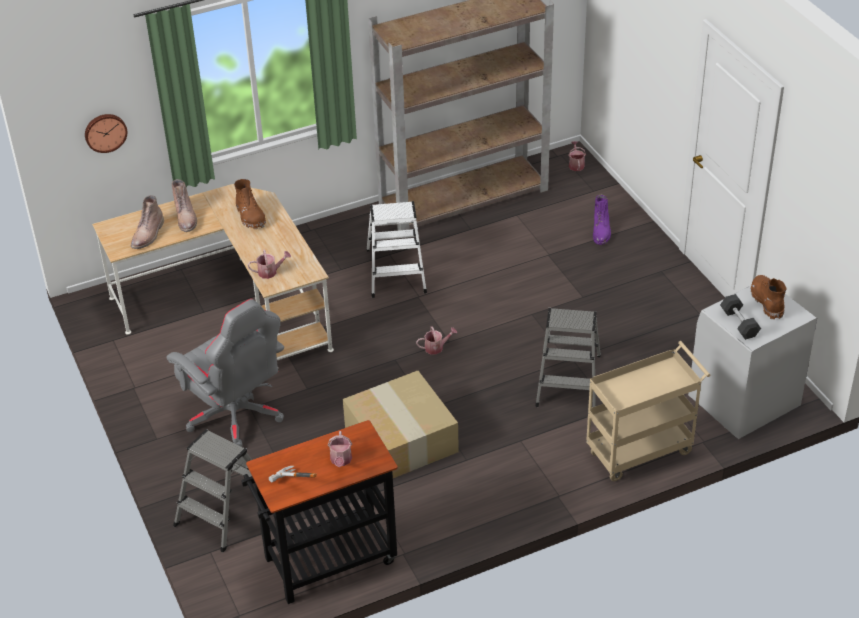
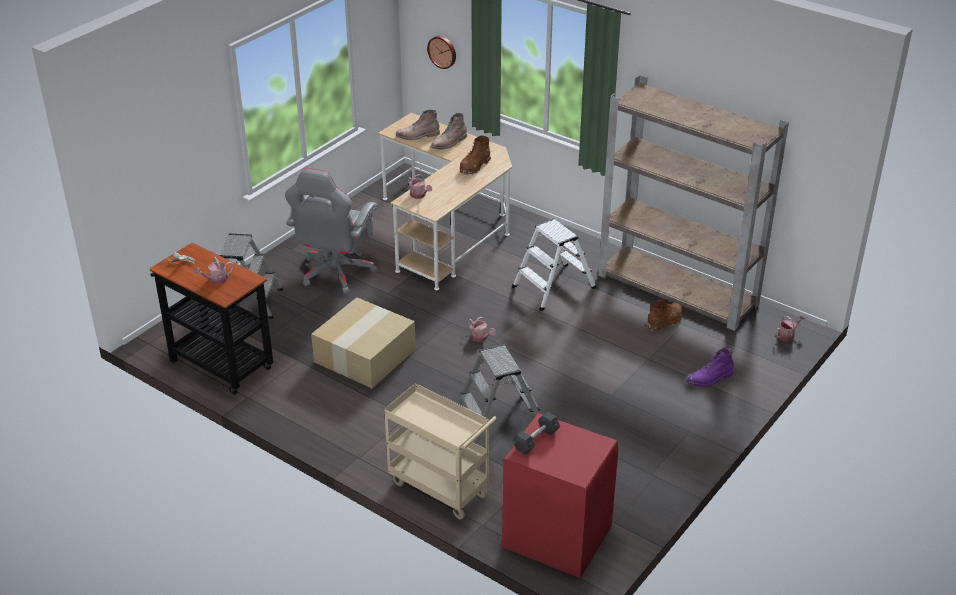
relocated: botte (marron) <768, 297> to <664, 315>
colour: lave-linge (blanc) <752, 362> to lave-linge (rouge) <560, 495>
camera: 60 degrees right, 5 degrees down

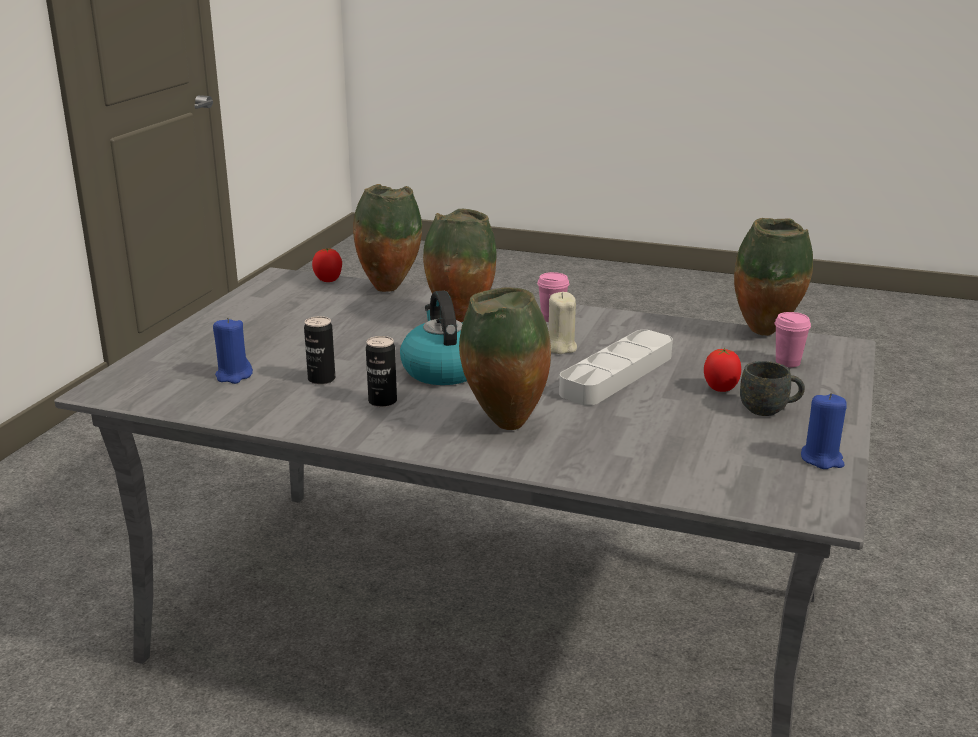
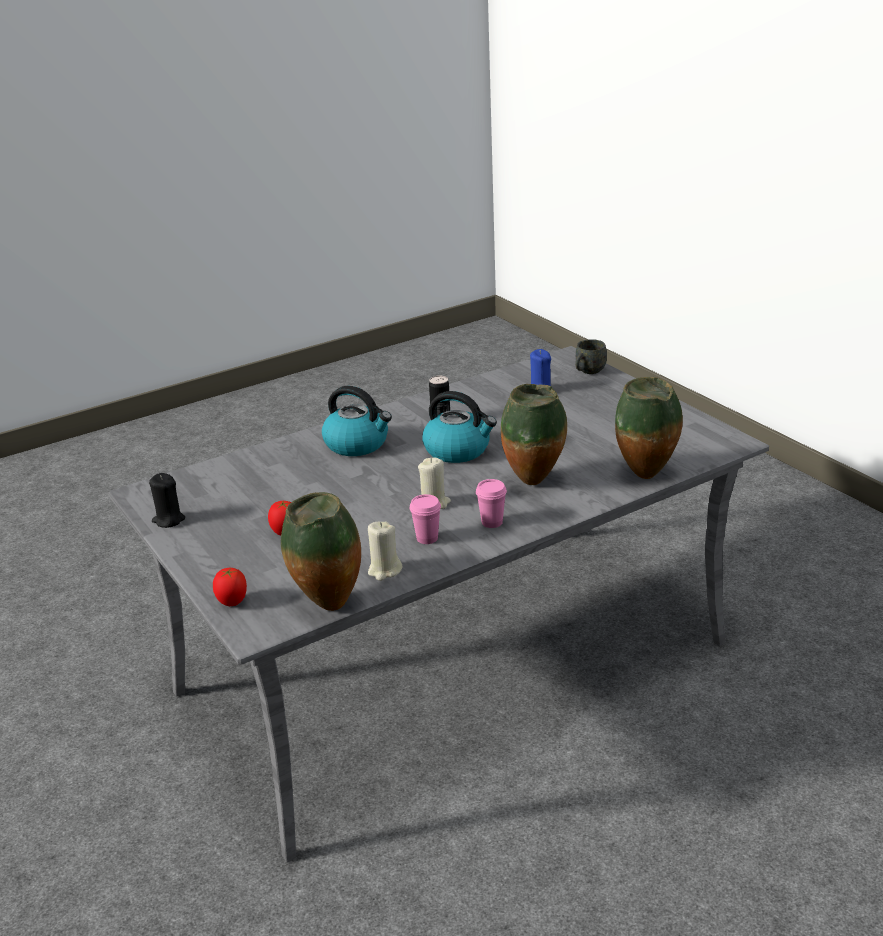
missing: boîte métallique <319, 350>; plateau (gris) <616, 367>
appeared: bougie (beige) <385, 551>
relocated: tomate <327, 265> to <230, 587>; mug (gris) <772, 388> to <591, 356>; tasse (rose) <793, 339> to <425, 519>
exchanged: vase <505, 359> to bouilloire <357, 421>
colour: bougie (bleu) <824, 431> to bougie (noir) <167, 500>
camera: 130 degrees right, 5 degrees up

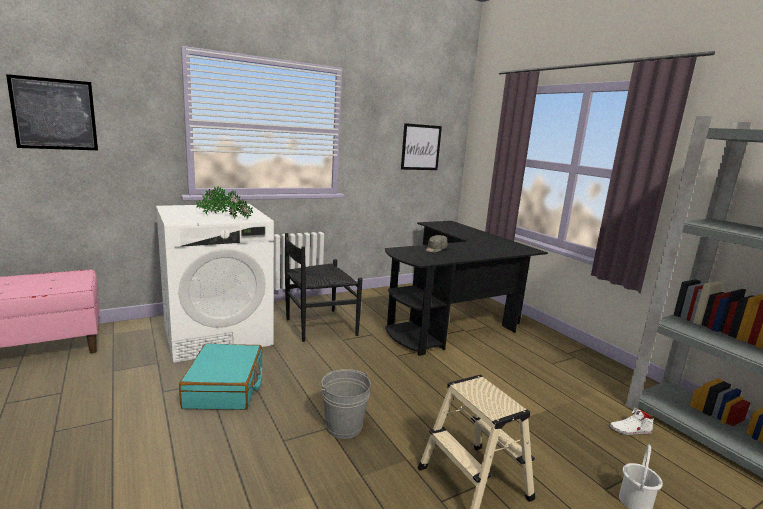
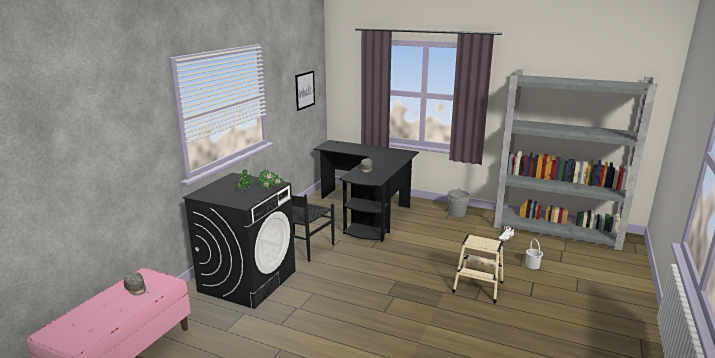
missing: tableau <52, 112>; valise (turquoise) <220, 376>
appeared: casquette (gris) <135, 284>
relocated: seau (gris) <346, 404> to <459, 202>
colour: lave-linge (blanc) <215, 283> to lave-linge (noir) <239, 241>
camera: 35 degrees left, 5 degrees up

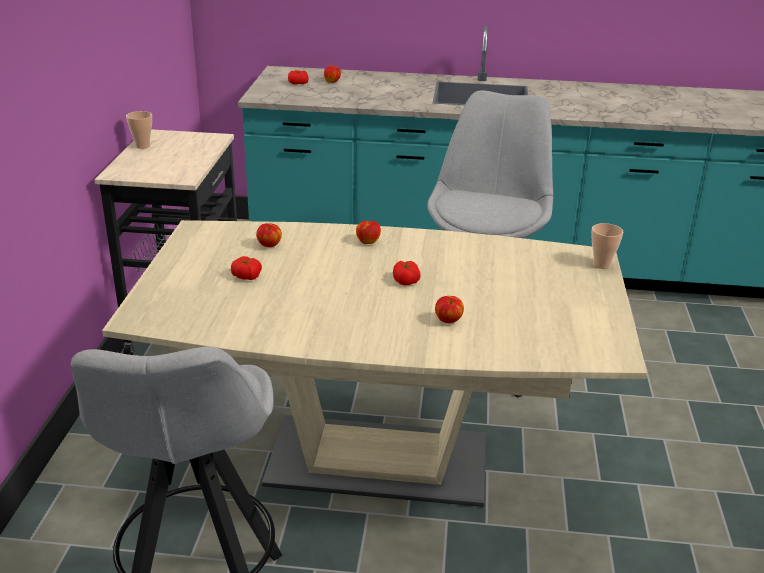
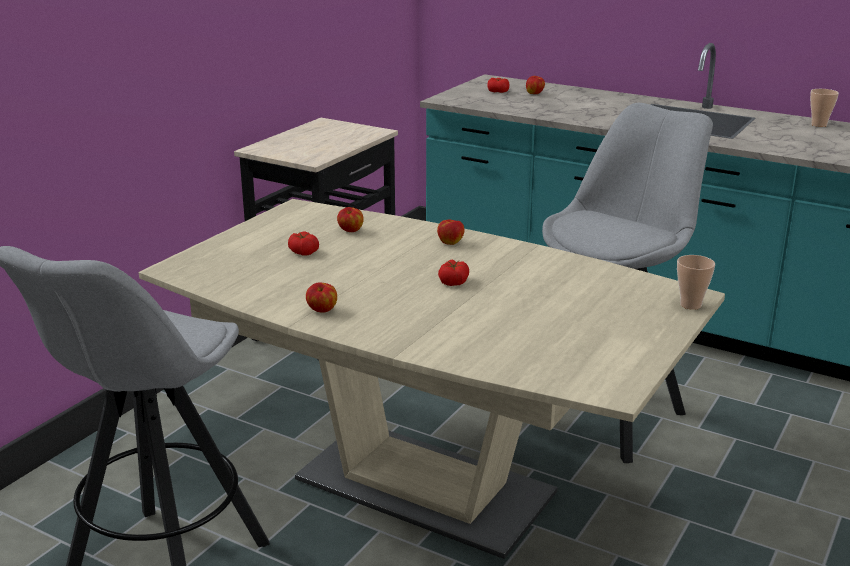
relocated: tasse <139, 130> to <824, 108>; pomme <449, 309> to <321, 298>
camera: 25 degrees right, 5 degrees down

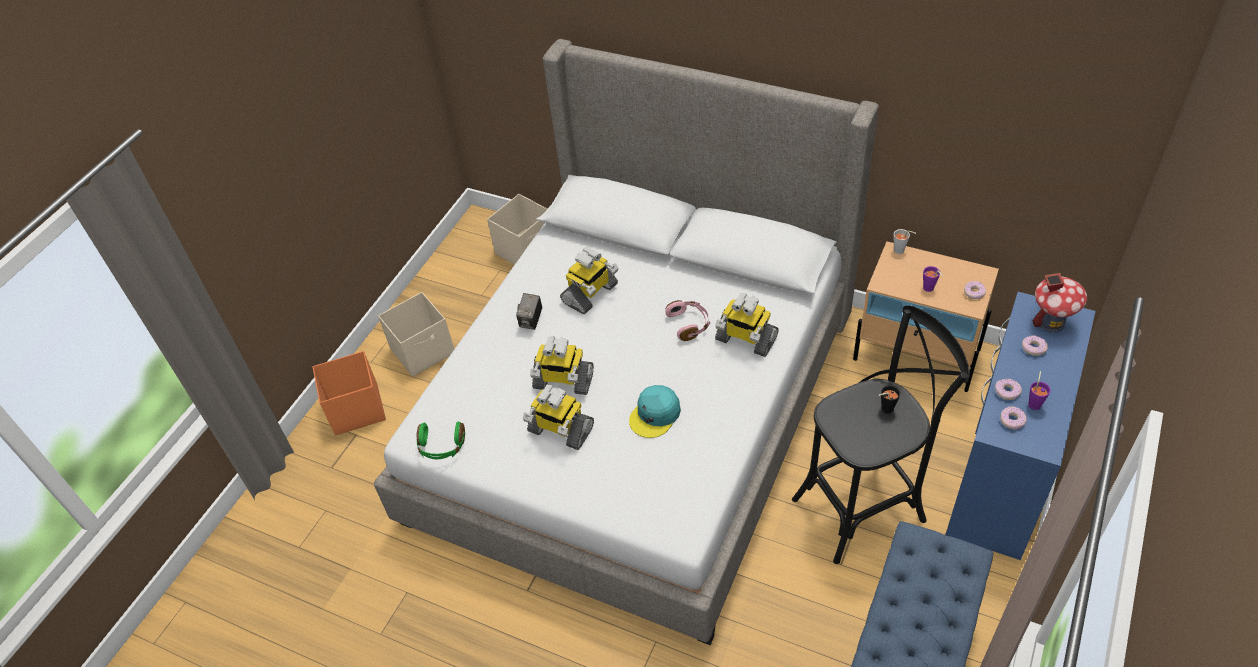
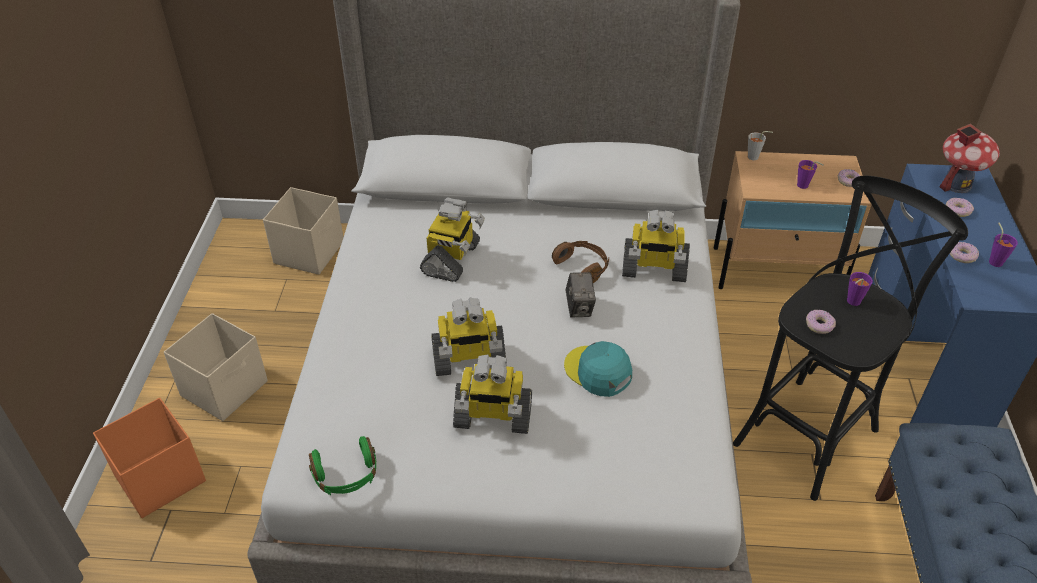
relocated: appareil photo <529, 311> to <580, 295>; beignet <1013, 417> to <821, 322>
colour: casque audio (rose) <687, 320> to casque audio (marron) <580, 262>; tasse (noir) <889, 399> to tasse (violet) <860, 289>
spun: casquette (turquoise) <655, 411> = <598, 369> 120 degrees clockwise
camera: 25 degrees left, 5 degrees down

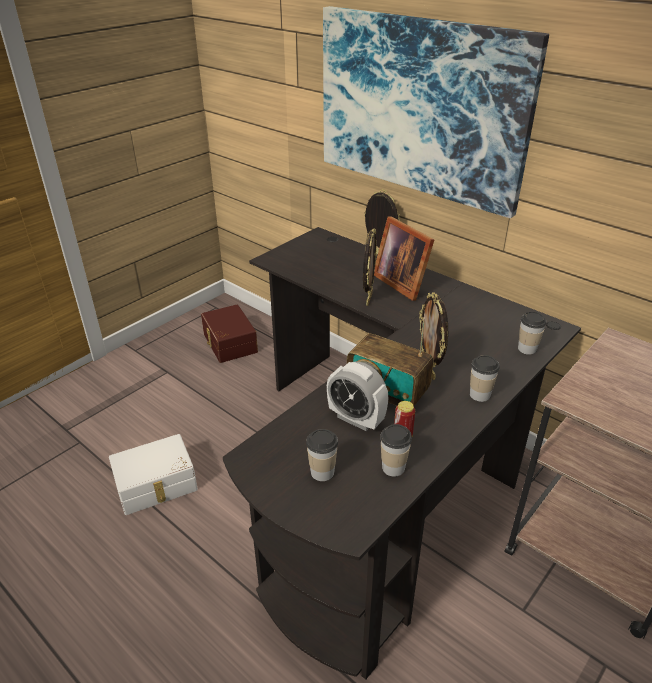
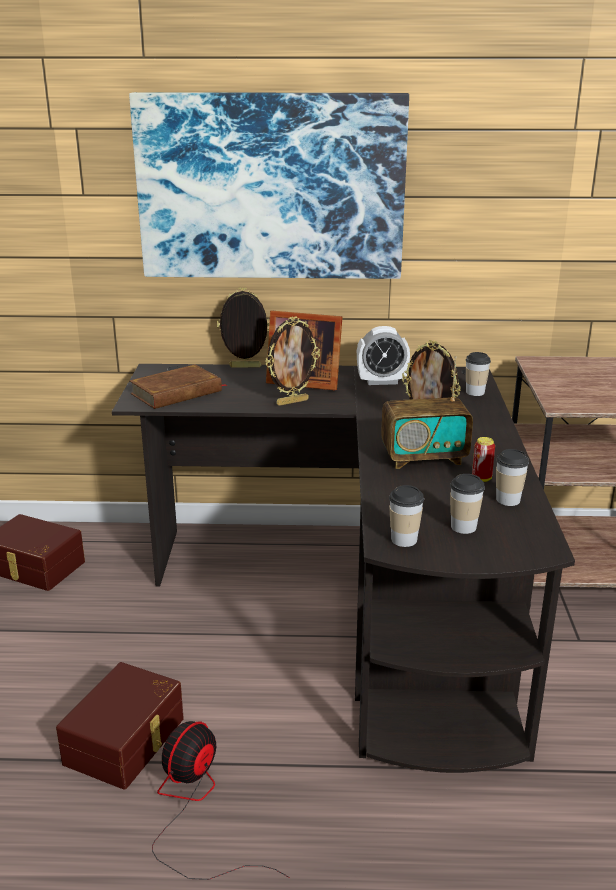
appeared: livre (marron) <178, 386>; ventilateur <220, 800>
relocated: réveil <358, 396> to <383, 355>; tasse <485, 378> to <406, 516>
colour: boîte de rangement (blanc) <153, 474> to boîte de rangement (marron) <120, 726>
spun: cadre photo <370, 267> = <292, 361> 90 degrees clockwise
camera: 40 degrees left, 10 degrees down

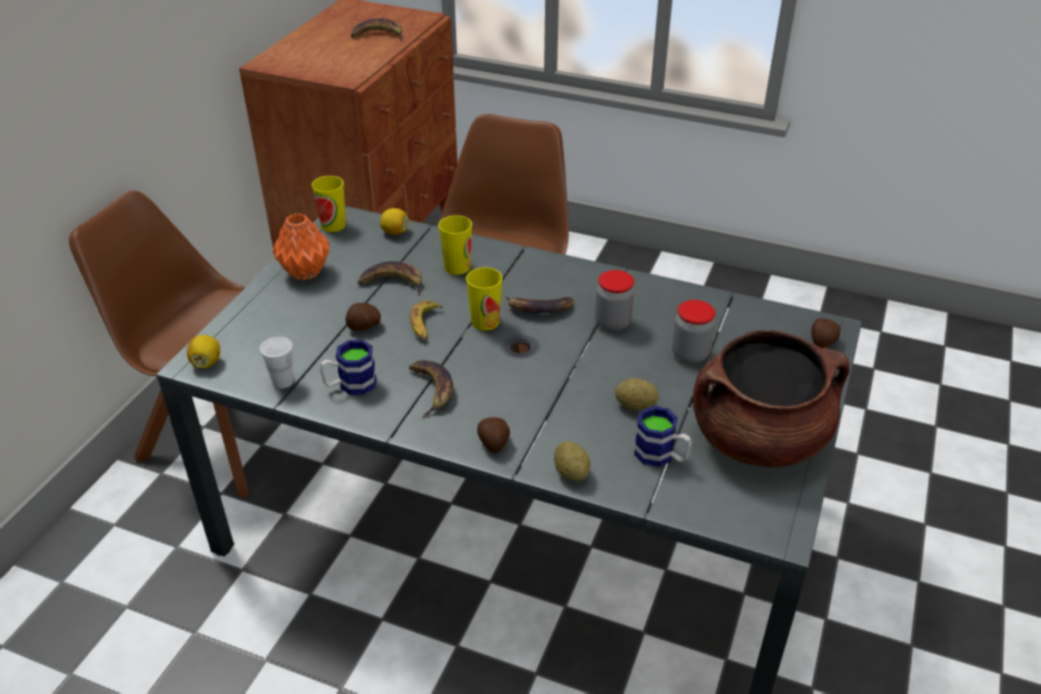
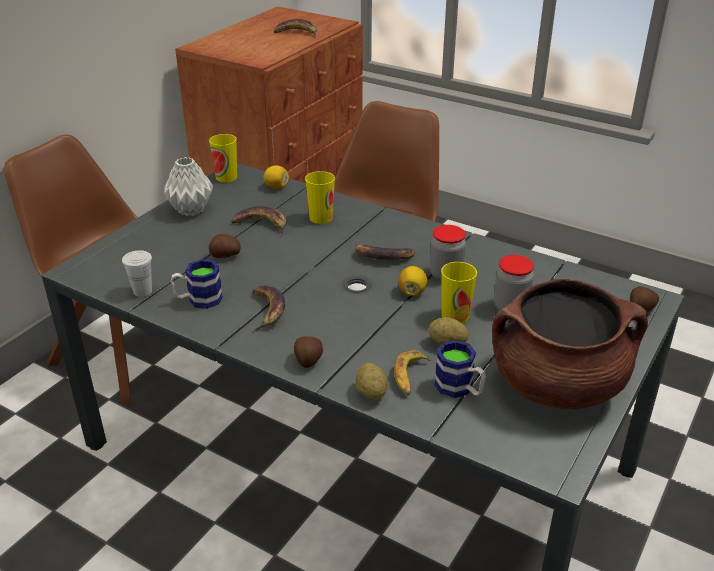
relocated: citron <203, 351> to <412, 281>; banane <426, 320> to <412, 372>; tasse <484, 299> to <459, 292>
colour: vase (orange) <301, 247> to vase (gris) <188, 186>
camera: 10 degrees right, 5 degrees down

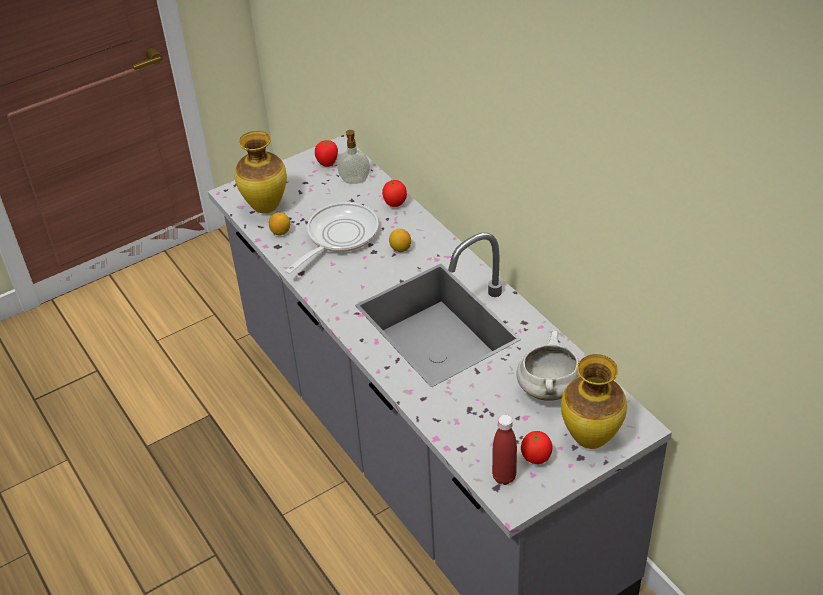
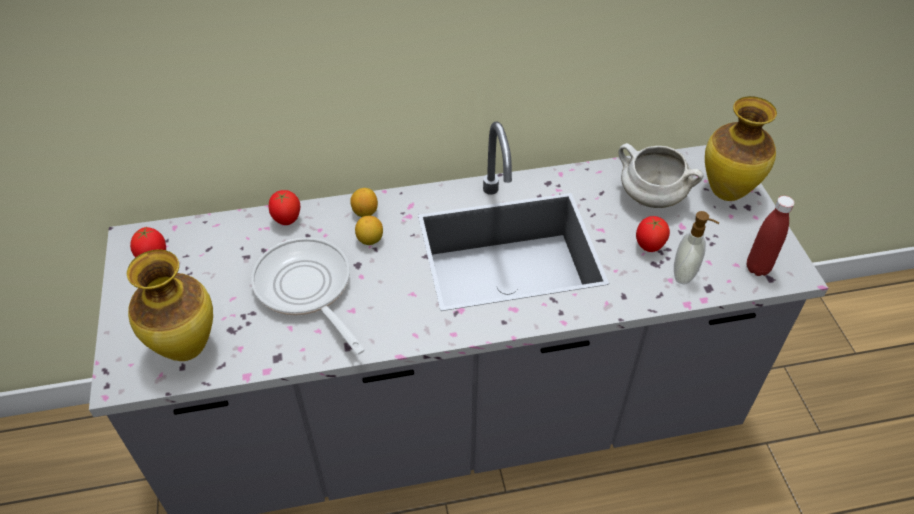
relocated: citron <279, 223> to <364, 202>; distributeur de savon <353, 157> to <696, 247>; tomate <537, 447> to <653, 234>
camera: 70 degrees left, 5 degrees up

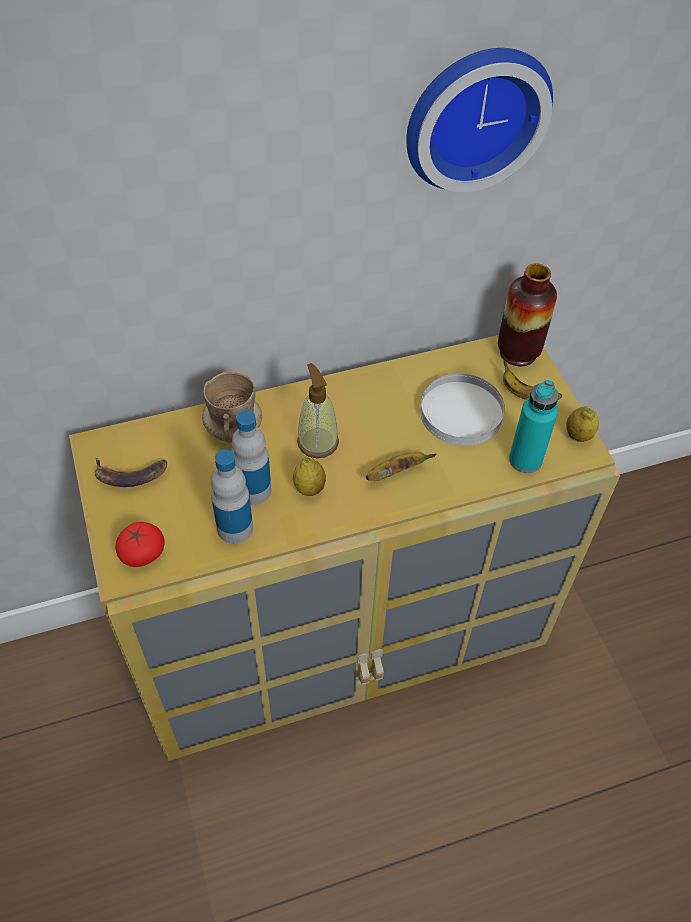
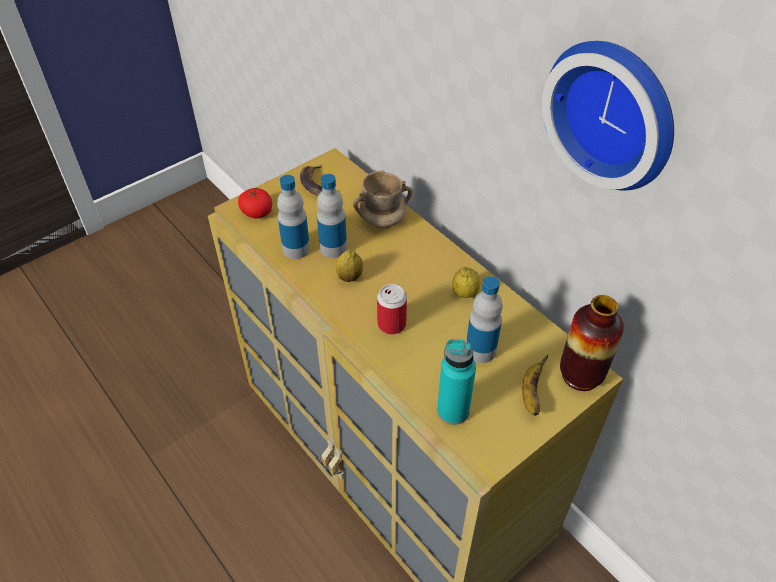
missing: distributeur de savon <318, 410>
relocated: citron <582, 424> to <466, 282>
exchanged: banane <401, 466> to boîte métallique <392, 309>; assiette (blanc) <462, 410> to bouteille <484, 319>
camera: 70 degrees right, 5 degrees down

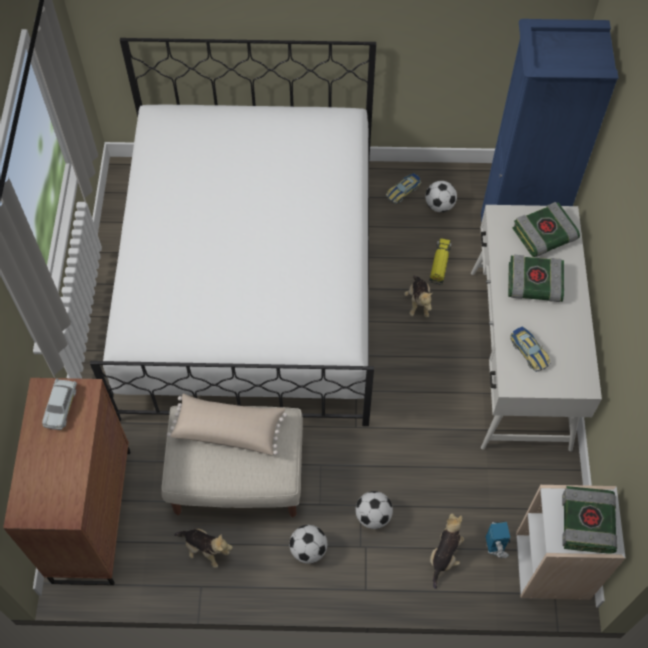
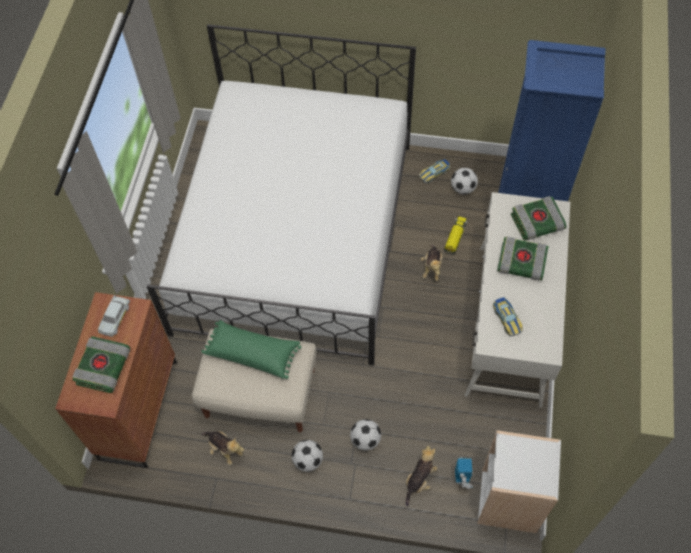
relocated: livre <589, 520> to <101, 364>
colour: coussin (beige) <227, 424> to coussin (vert) <251, 349>
camera: 10 degrees right, 0 degrees up

